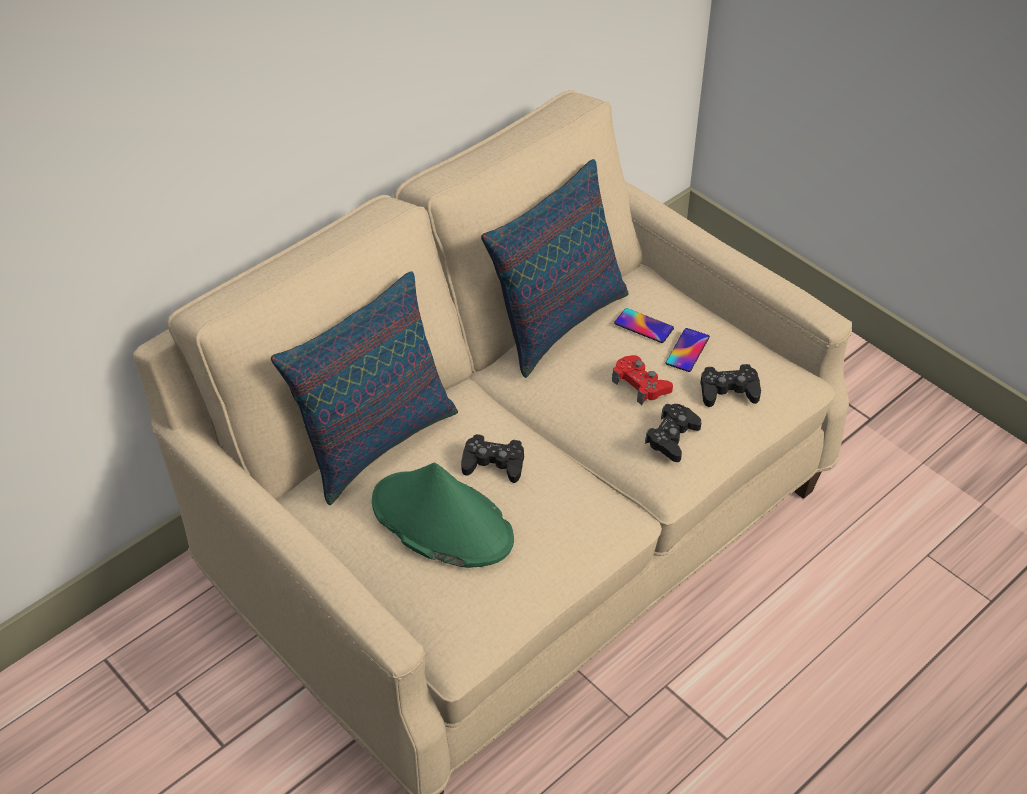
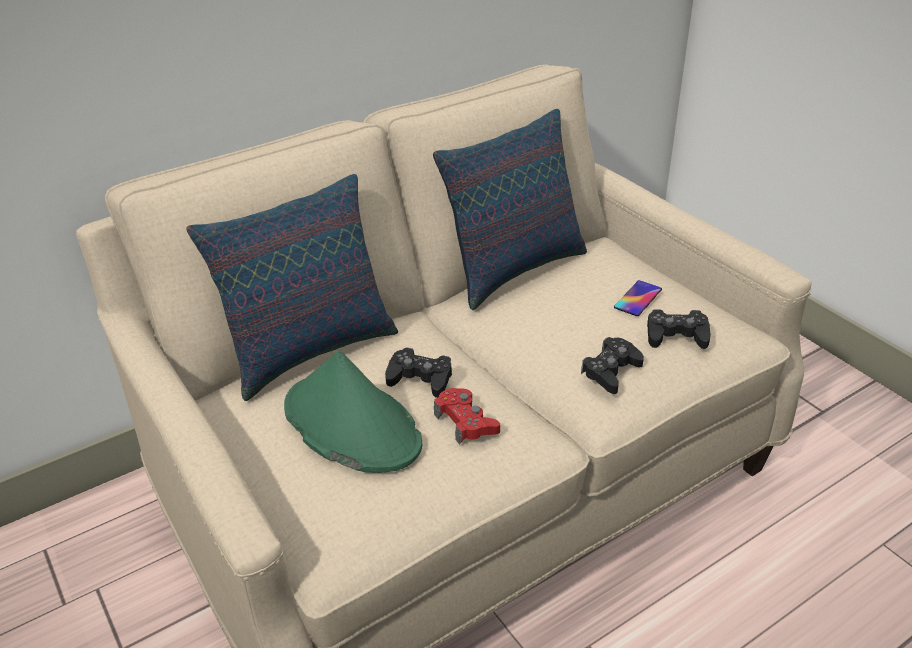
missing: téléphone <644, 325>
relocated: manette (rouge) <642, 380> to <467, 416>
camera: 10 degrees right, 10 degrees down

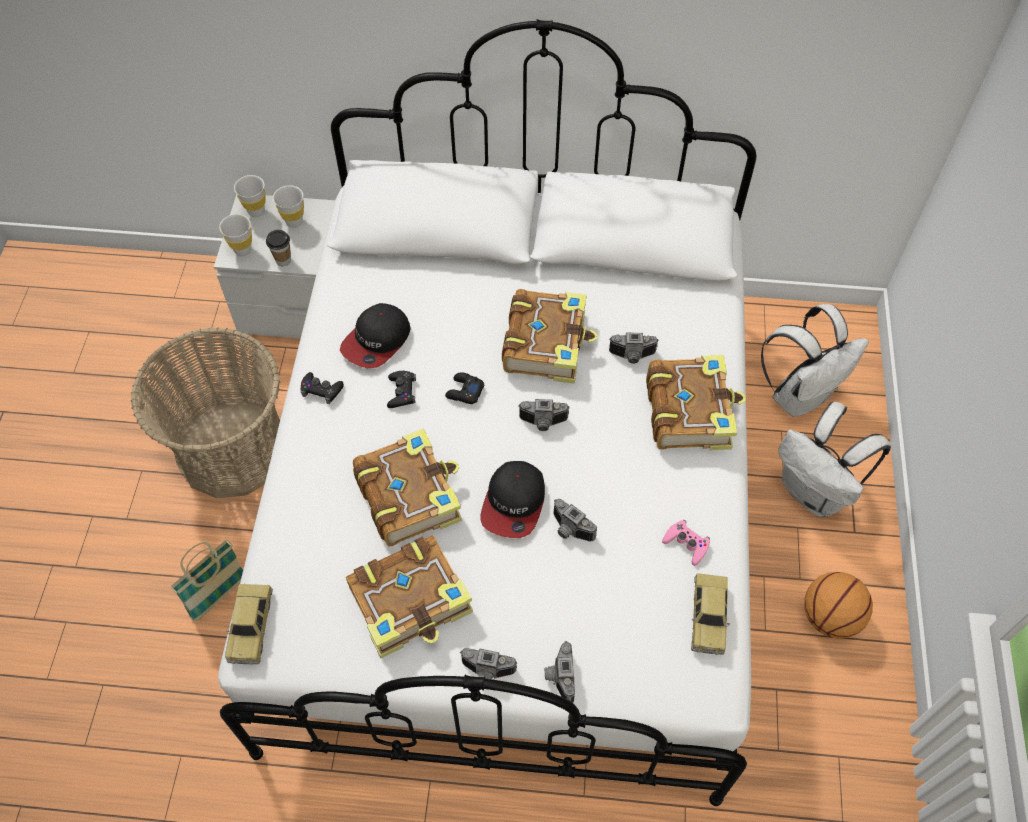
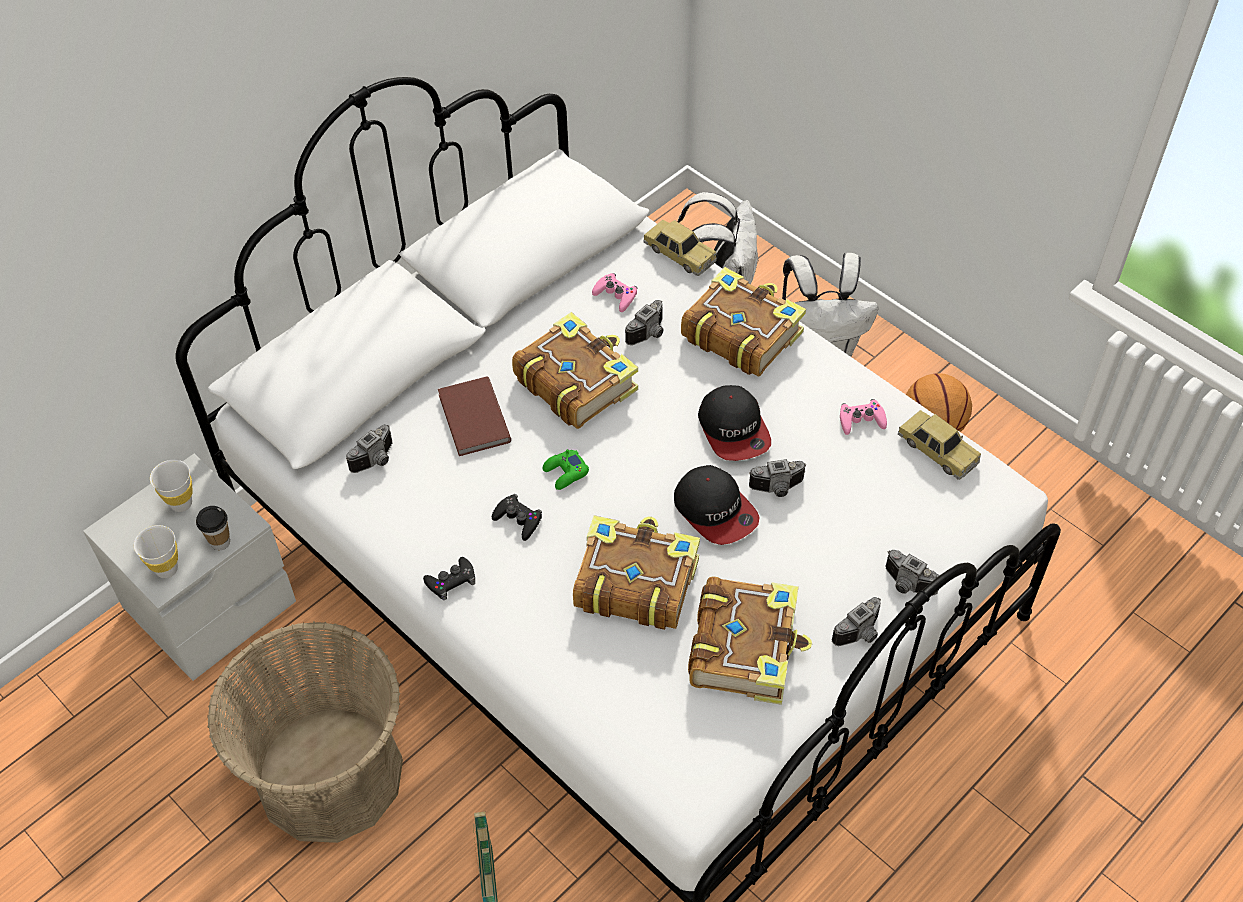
missing: tasse (blanc) <249, 196>
appeared: livre (marron) <474, 416>; manette (rose) <614, 292>
relocated: petite voiture <249, 624> to <680, 248>; casquette <375, 335> to <734, 423>; appareil photo <544, 415> to <369, 449>
colour: manette (noir) <465, 388> to manette (vert) <566, 469>
camera: 50 degrees left, 5 degrees down

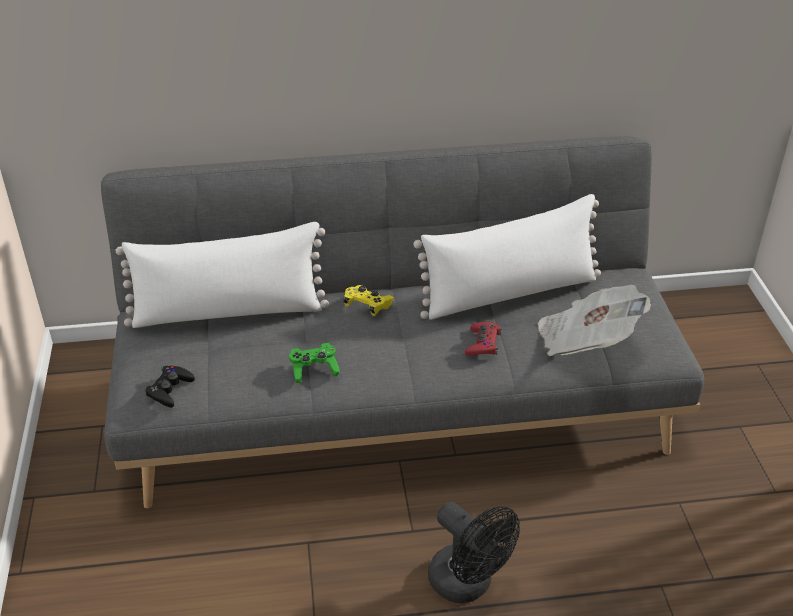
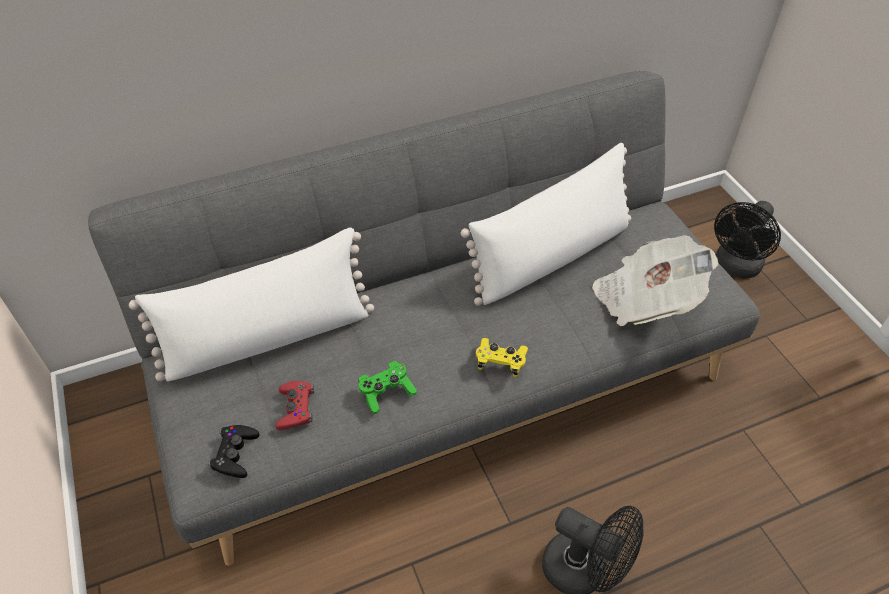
appeared: ventilateur (noir) <747, 239>
relocated: manette (jaune) <369, 300> to <502, 357>; manette (rouge) <483, 339> to <294, 405>
camera: 15 degrees left, 10 degrees up

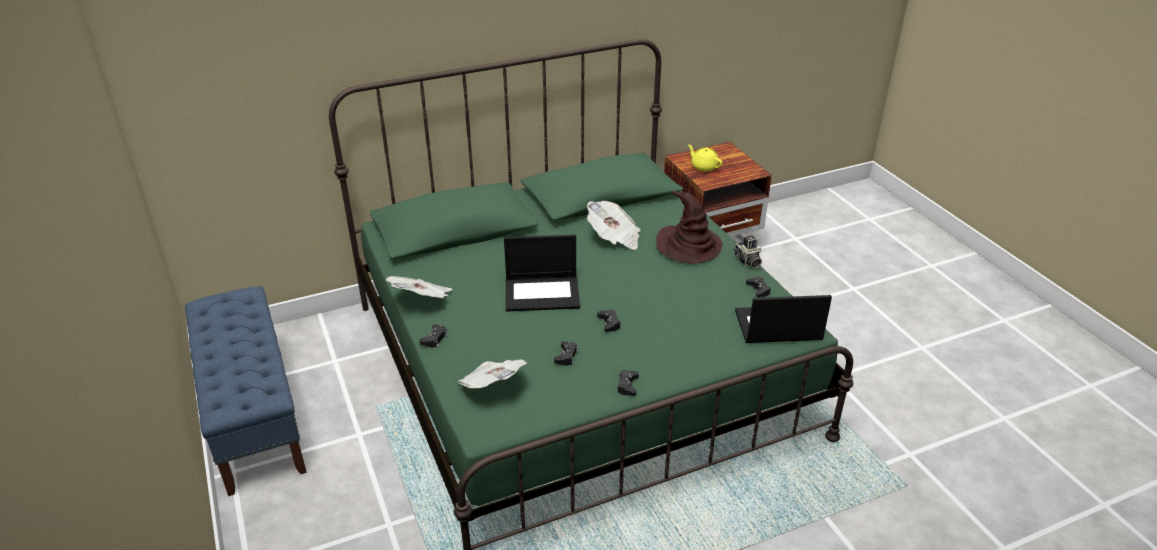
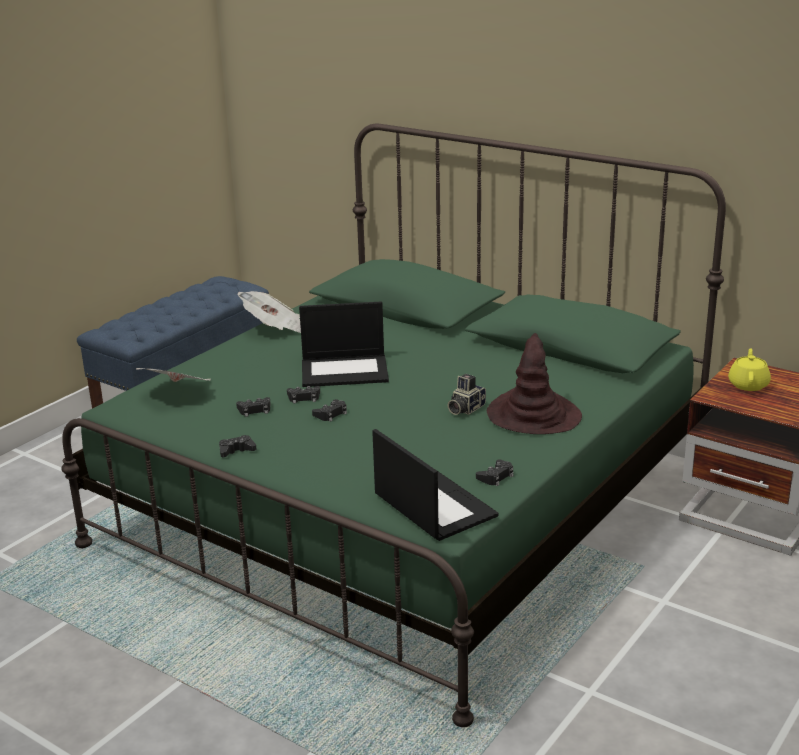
missing: journal <613, 225>
relocated: manette (noir) <433, 336> to <303, 394>; appareil photo <747, 251> to <466, 394>
spun: ordinateur portable <542, 273> = <344, 344> 60 degrees counterclockwise
camera: 60 degrees right, 10 degrees down

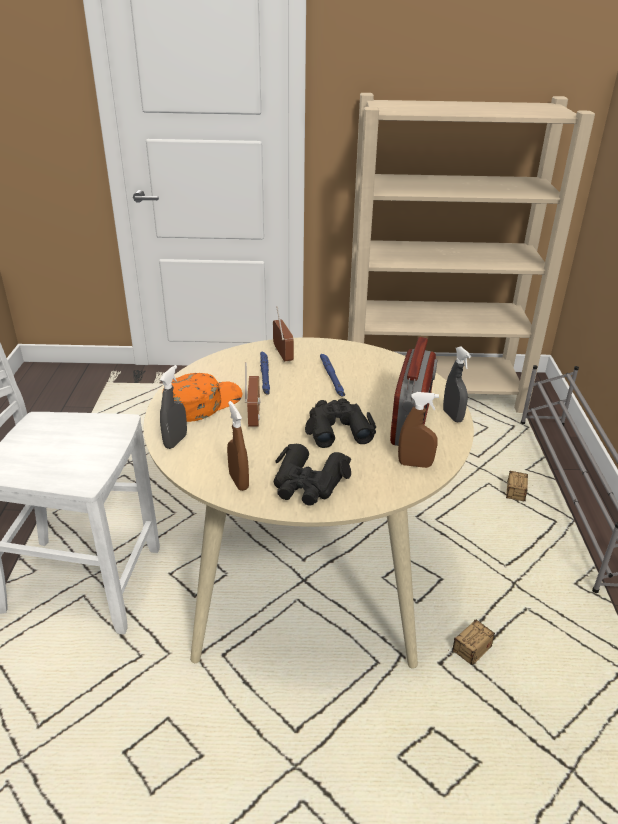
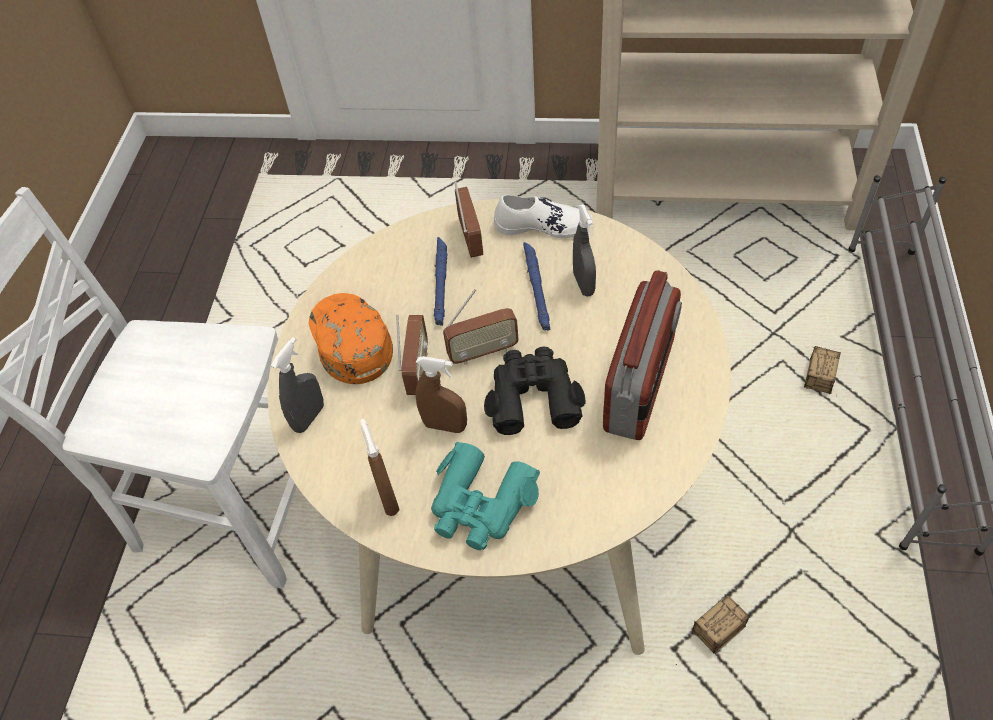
appeared: radio <481, 327>; chaussure (blanc) <543, 216>
relocated: vaporisateur (marron) <418, 430> to <441, 394>; vaporisateur (gris) <457, 385> to <584, 250>
colour: jumelles (noir) <312, 475> to jumelles (turquoise) <485, 496>
spun: casquette (orange) <203, 397> = <351, 338> 75 degrees counterclockwise
camera: 10 degrees right, 20 degrees up

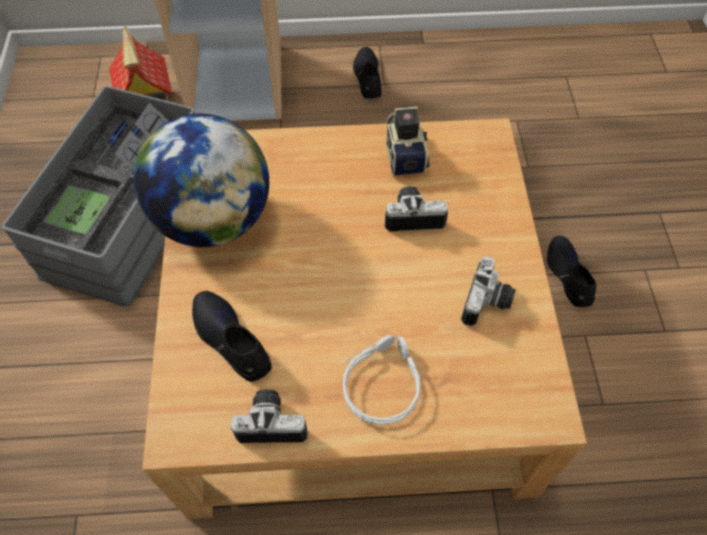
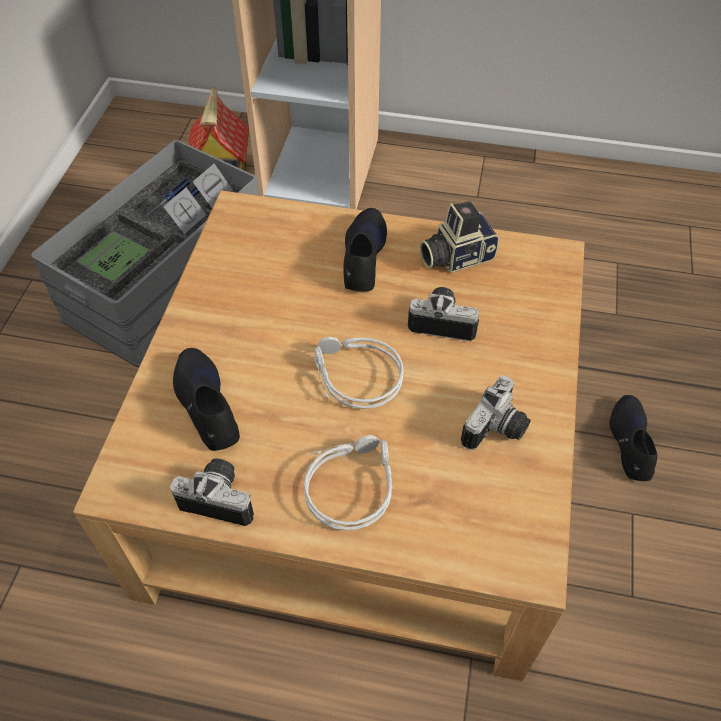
missing: globe <201, 180>
appeared: casque audio (gris) <359, 373>
relocated: chaussure (noir) <367, 72> to <365, 249>
spun: appareil photo <408, 141> = <459, 237> 120 degrees counterclockwise
camera: 15 degrees right, 5 degrees down

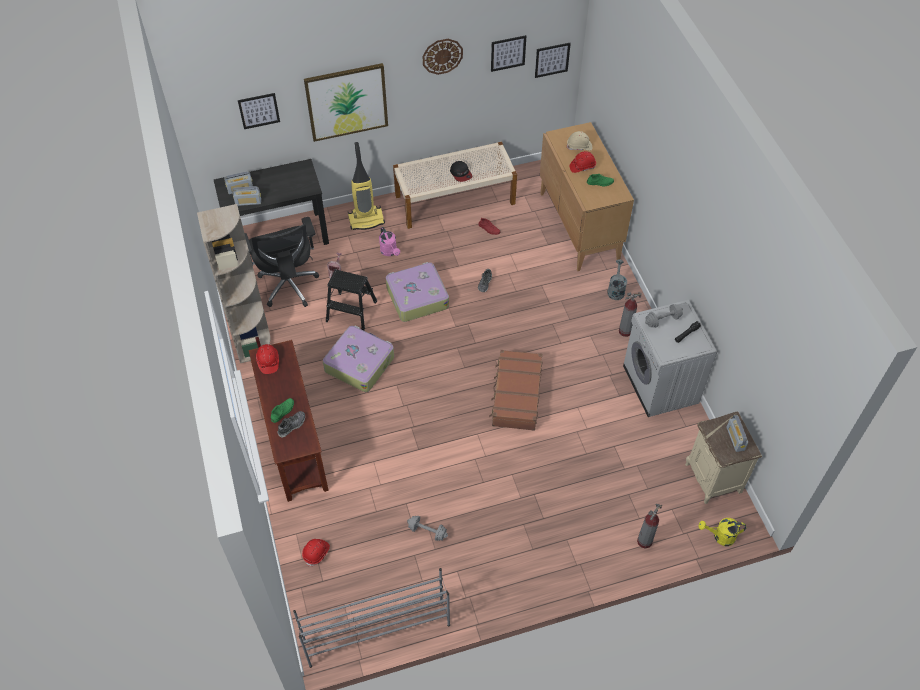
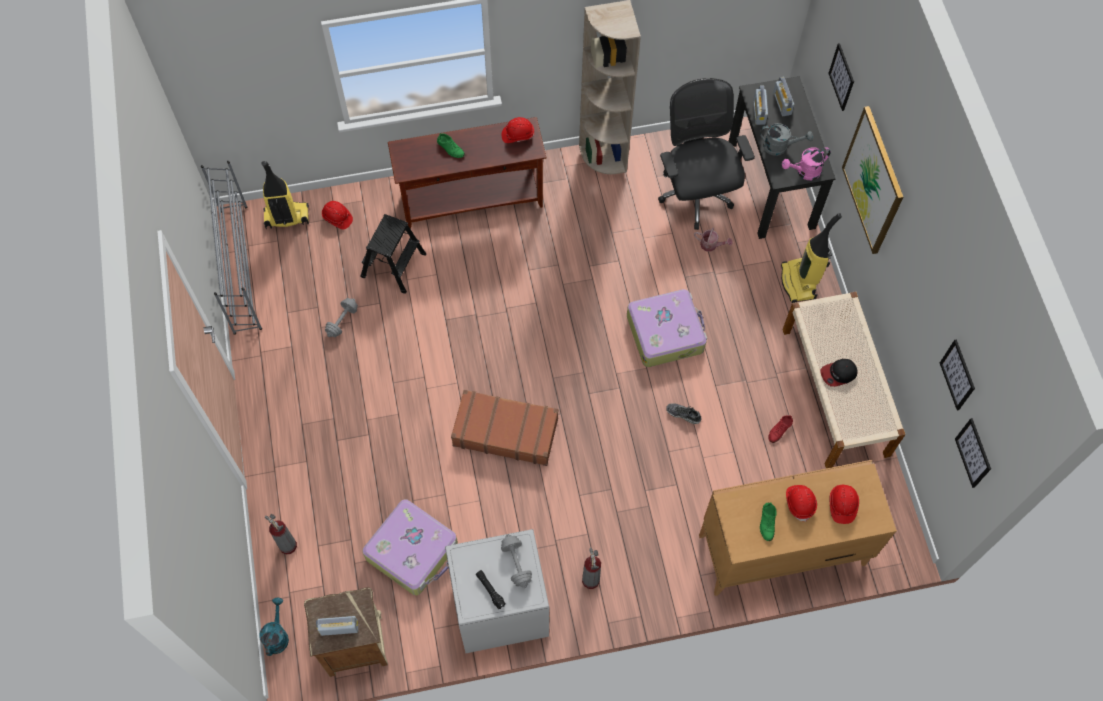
missing: chaussure <291, 424>; horloge murale <443, 57>
appeared: aspirateur <285, 195>
relocated: valise <358, 359> to <410, 547>; escabeau (noir) <351, 300> to <393, 254>; arrosoir (rose) <389, 241> to <806, 163>; arrosoir (gris) <617, 280> to <786, 139>
colour: casque de chantier (beige) <579, 140> to casque de chantier (rouge) <844, 504>; arrosoir (jaune) <722, 532> to arrosoir (turquoise) <274, 627>
spun: chaise de bureau <282, 262> = <706, 154> 90 degrees clockwise
camera: 95 degrees right, 10 degrees up

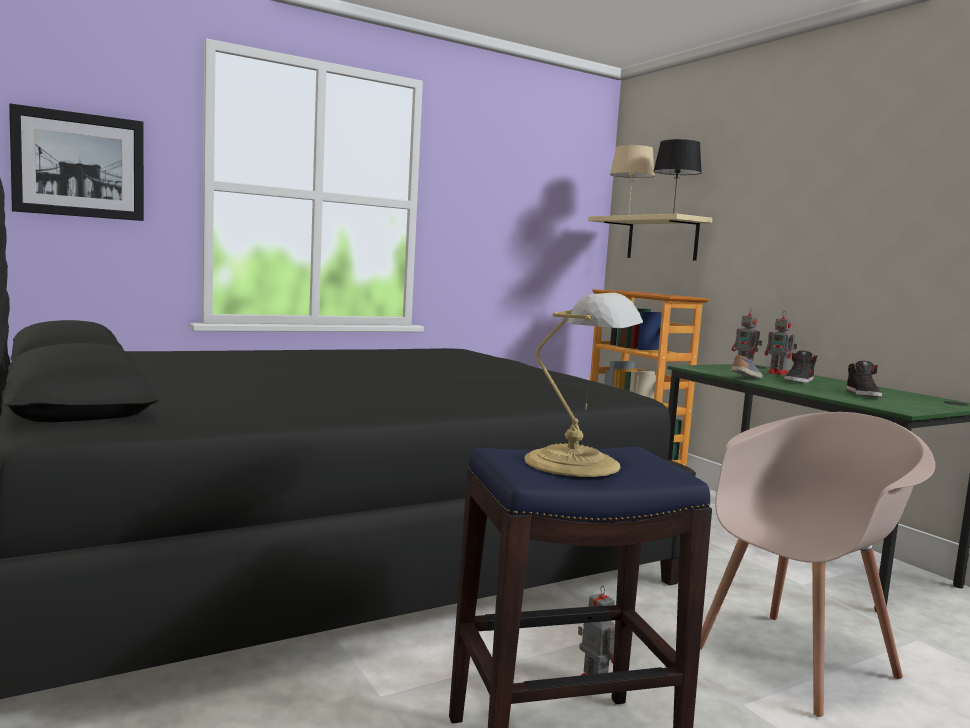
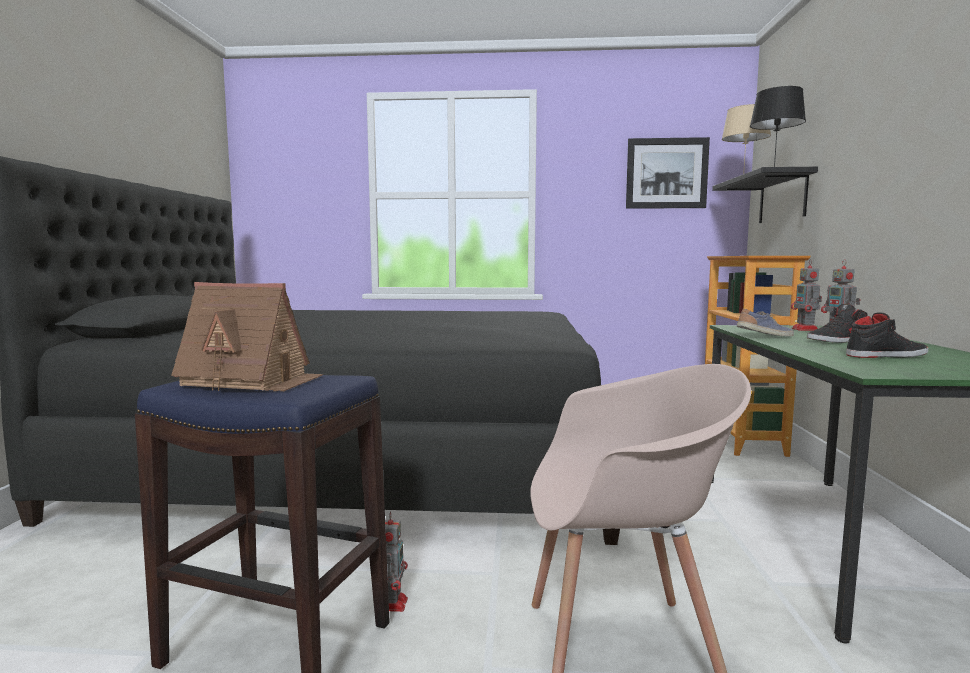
relocated: tableau <76, 162> to <668, 173>
exchanged: lampe de table <583, 385> to maison miniature <247, 336>
colour: étagère (beige) <650, 237> to étagère (noir) <765, 195>
spun: chaussure (noir) <864, 378> = <887, 335> 135 degrees counterclockwise
camera: 35 degrees right, 0 degrees up

